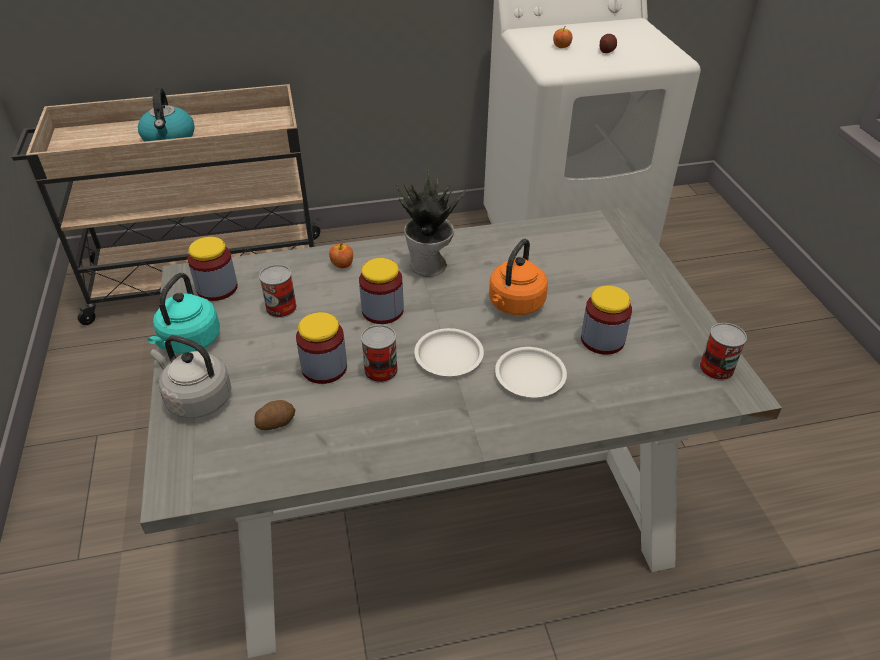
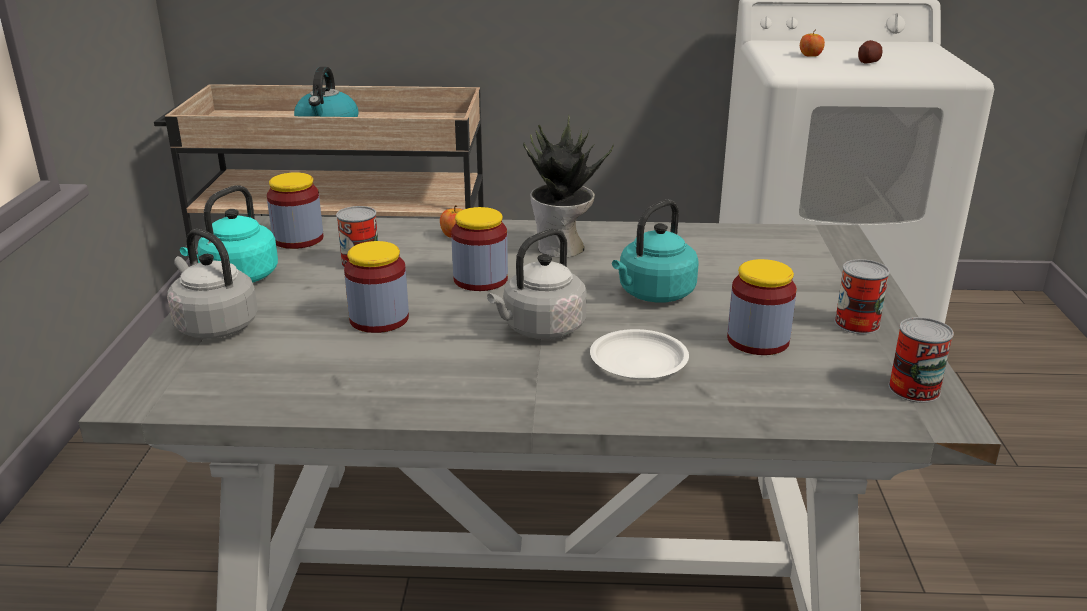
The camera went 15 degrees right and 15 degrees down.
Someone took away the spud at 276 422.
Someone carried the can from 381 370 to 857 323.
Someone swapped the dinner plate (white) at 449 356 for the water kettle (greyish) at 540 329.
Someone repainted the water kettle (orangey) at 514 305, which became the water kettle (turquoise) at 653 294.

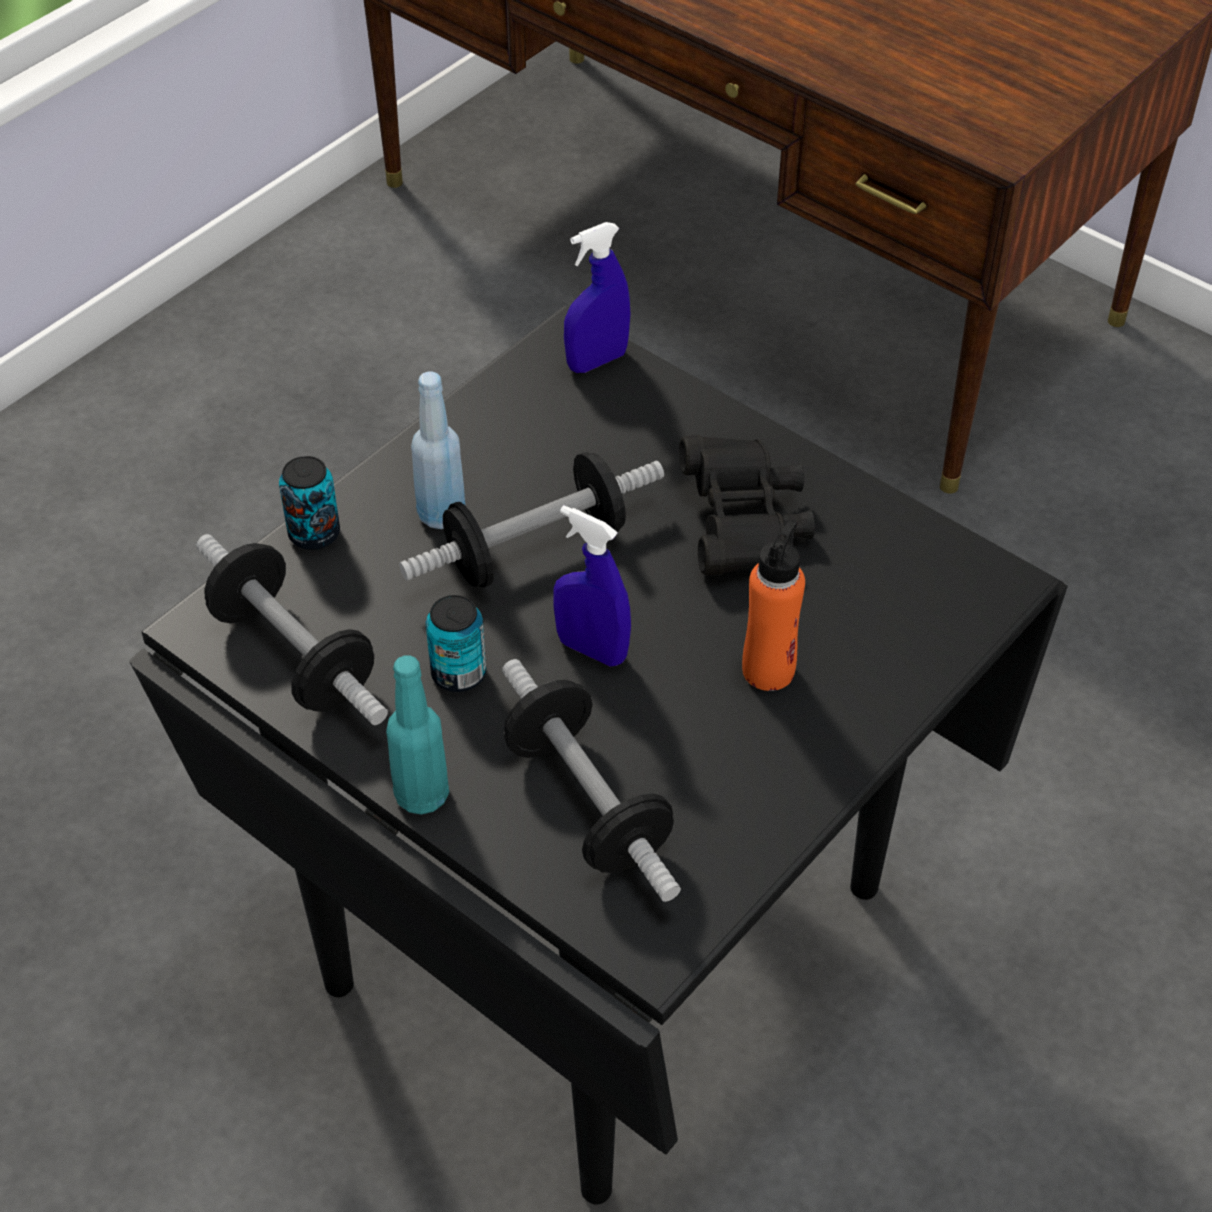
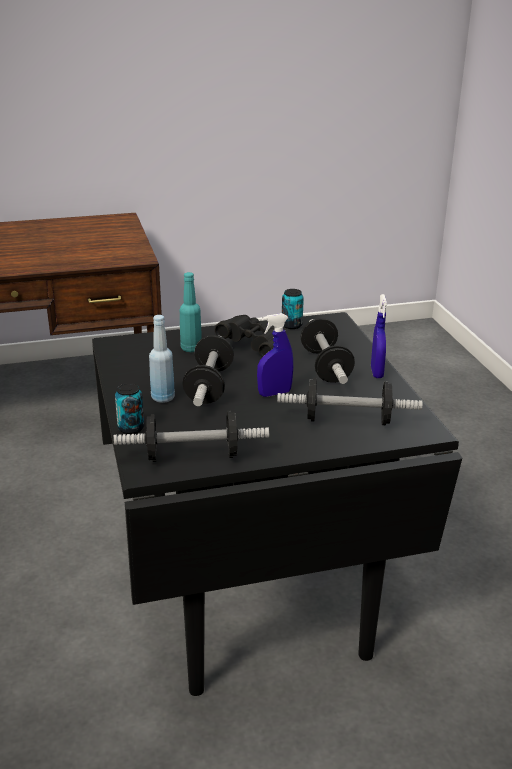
The camera went 55 degrees left and 20 degrees down.
Someone carried the drink bottle (turquoise) from 421 795 to 191 348.
Someone carried the can from 458 674 to 291 325.
Someone carried the hand sprayer (blue) from 597 361 to 376 372.
Someone swapped the drink bottle (orangey) at 768 670 for the hand weight at 325 366.

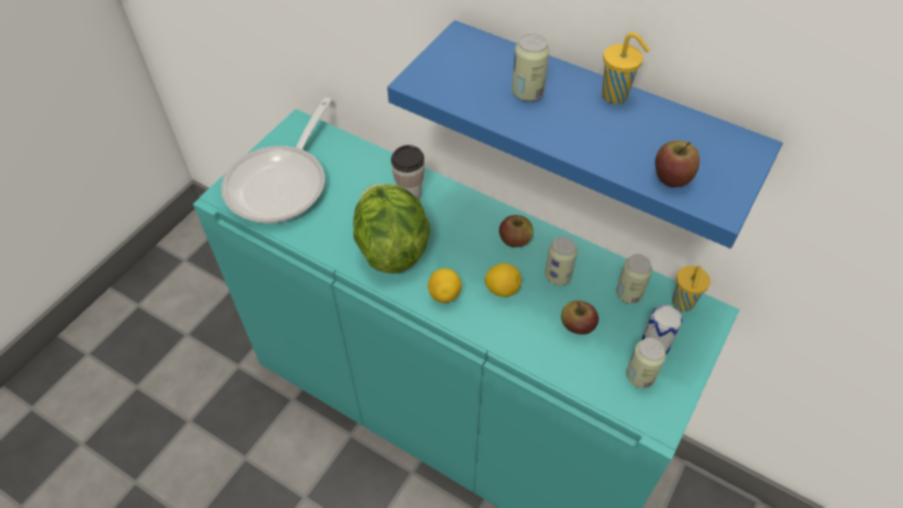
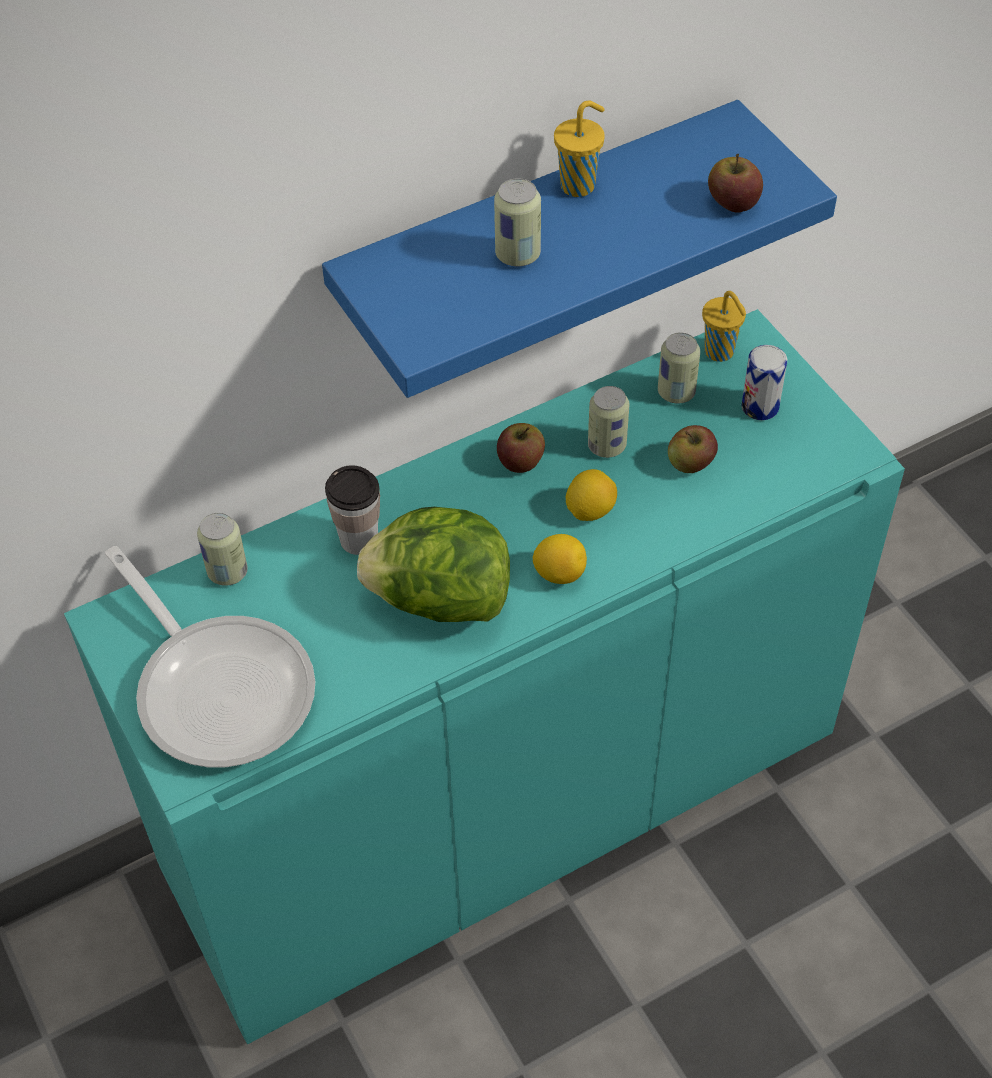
The camera went 60 degrees left and 0 degrees up.
Someone carried the can from 640 376 to 227 572.

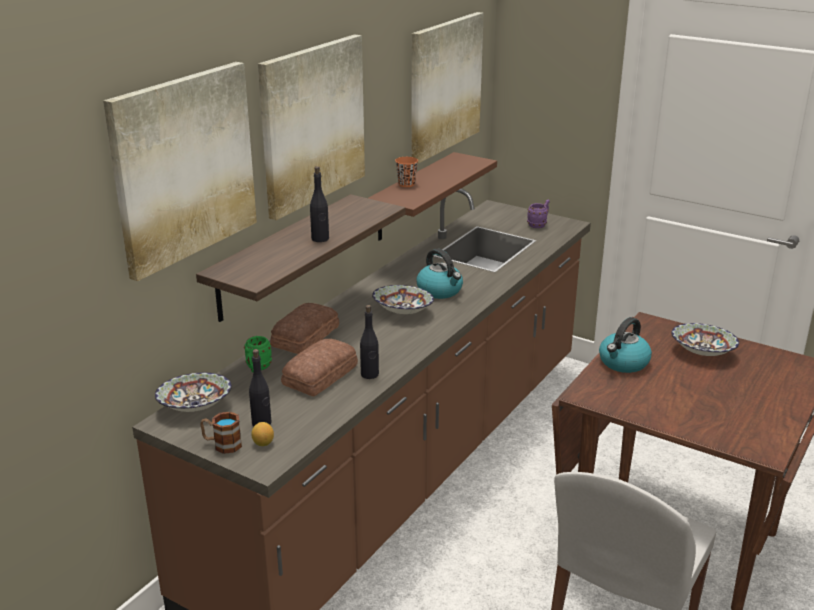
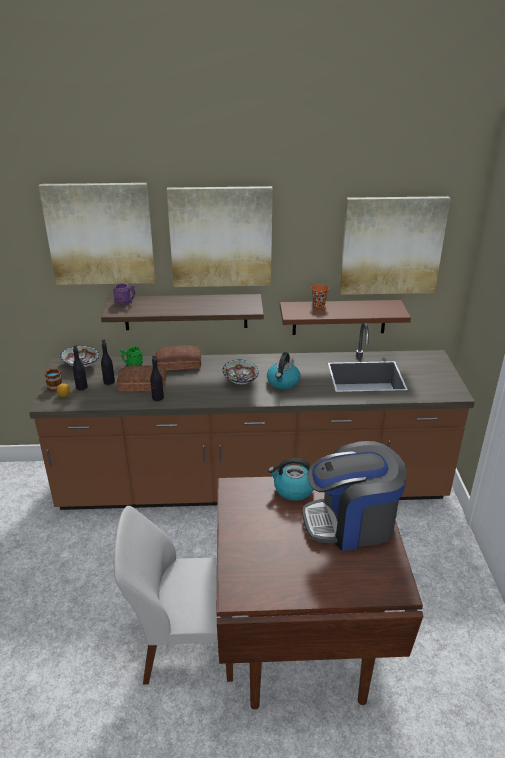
The camera went 55 degrees right and 5 degrees up.
Someone carried the drink bottle (black-coloured) from 320 239 to 109 382.
Someone carried the coffee mug (purple-coloured) from 539 225 to 126 302.
Someone swapped the bowl at 702 352 for the coffee machine at 351 523.

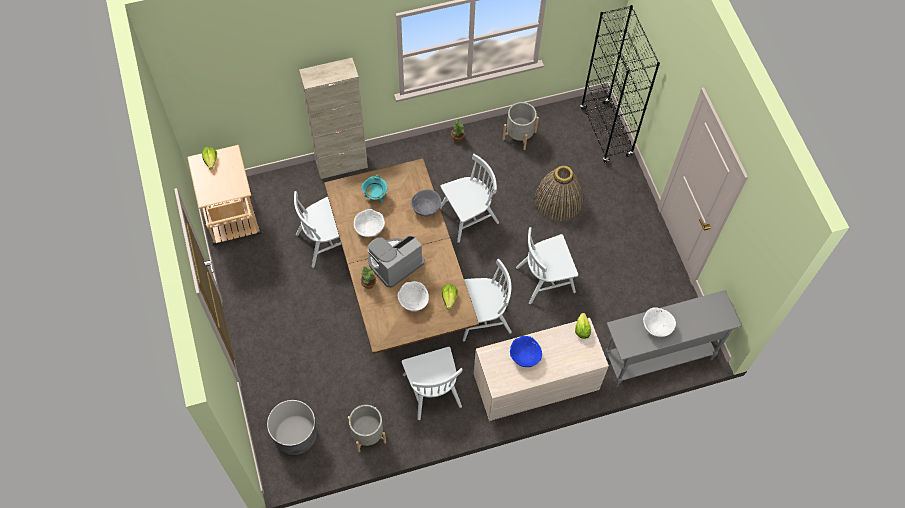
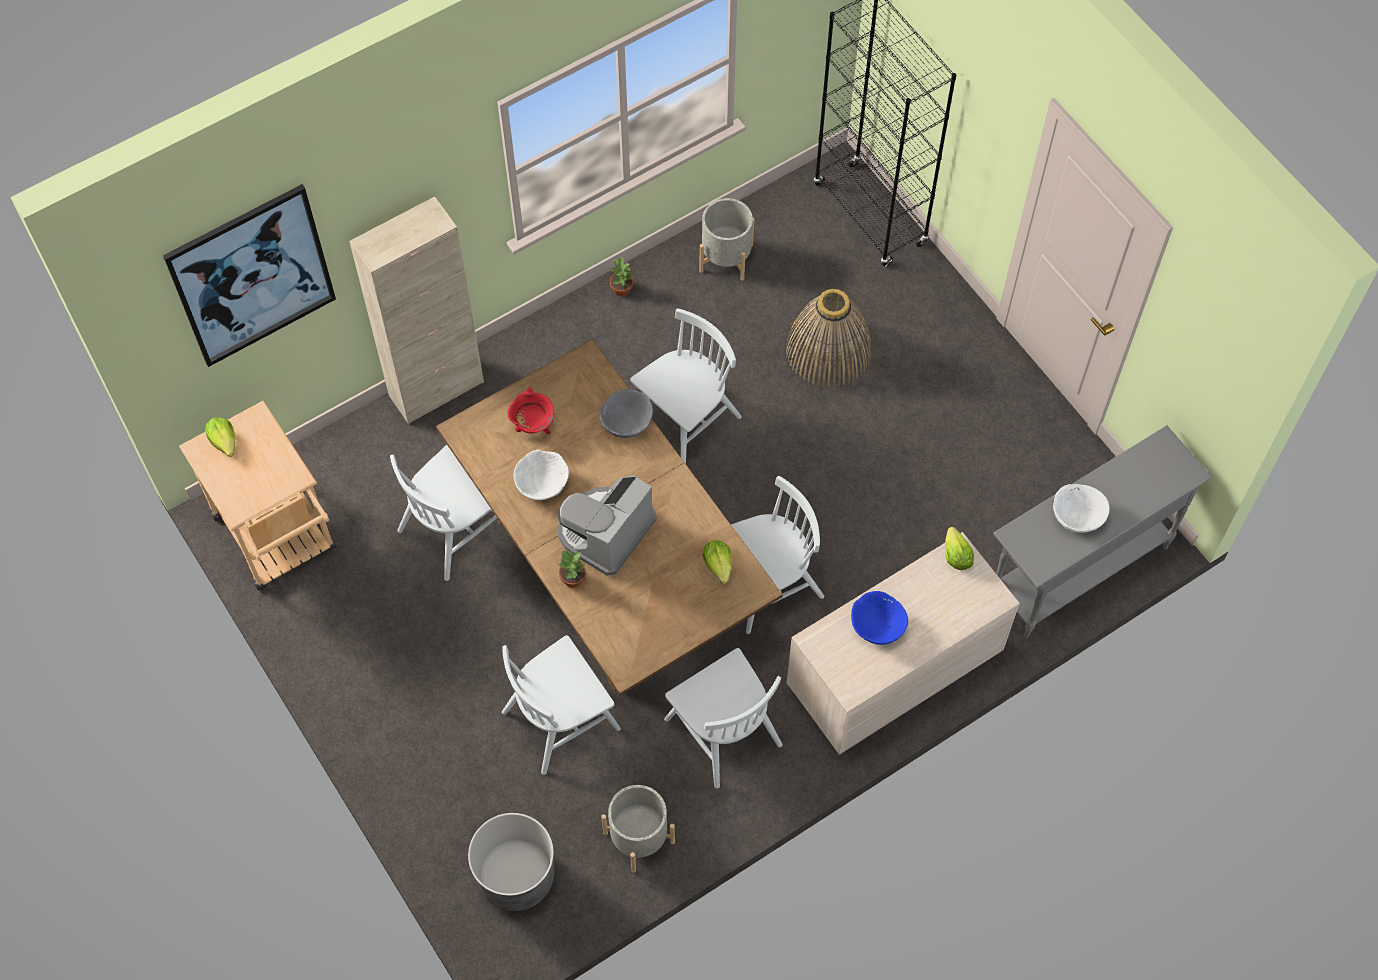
The camera went 15 degrees left and 0 degrees up.
Someone took away the bowl (white) at 413 301.
Someone put up the wall picture at 252 276.
Someone carried the plain chair (white) from 545 279 to 561 719.
Someone repainted the cooking pot (turquoise) at 375 196, which became the cooking pot (red) at 533 426.

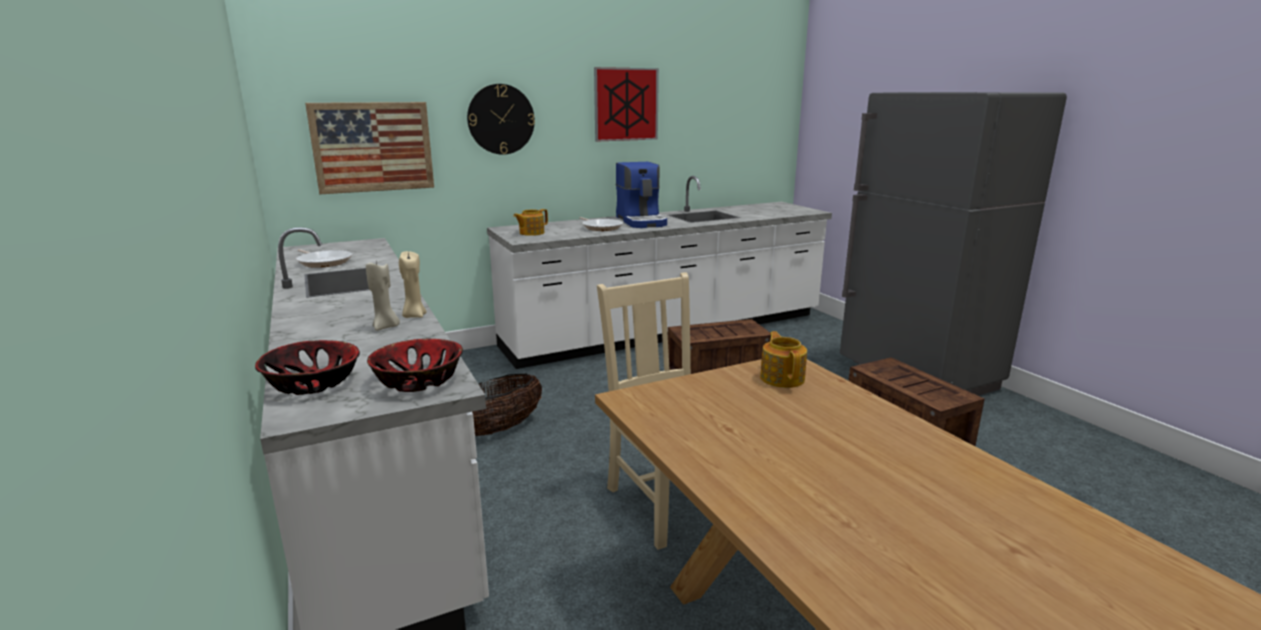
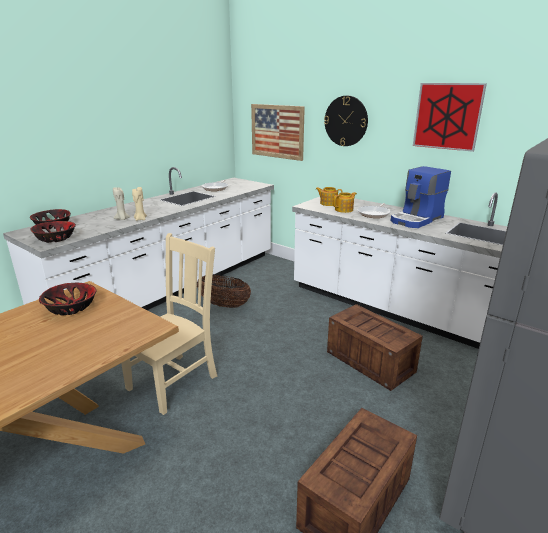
The camera went 65 degrees right and 5 degrees up.
Someone put down the bowl at 71 307.
Someone carried the teapot from 782 378 to 344 210.

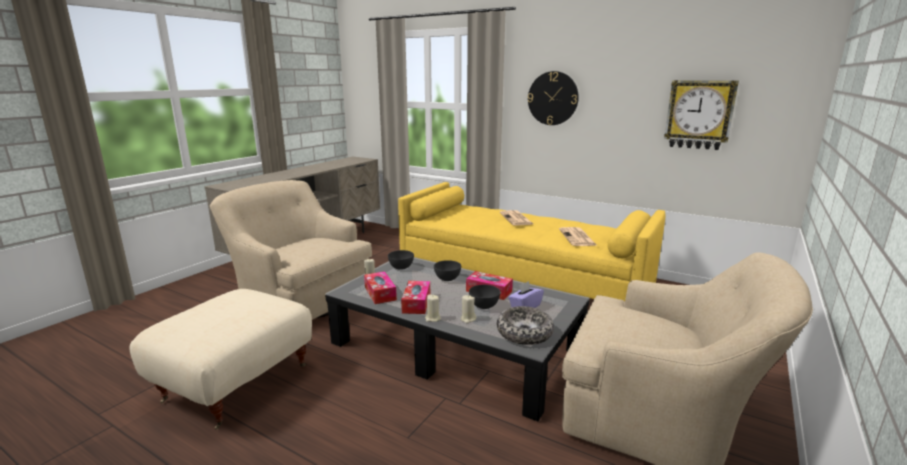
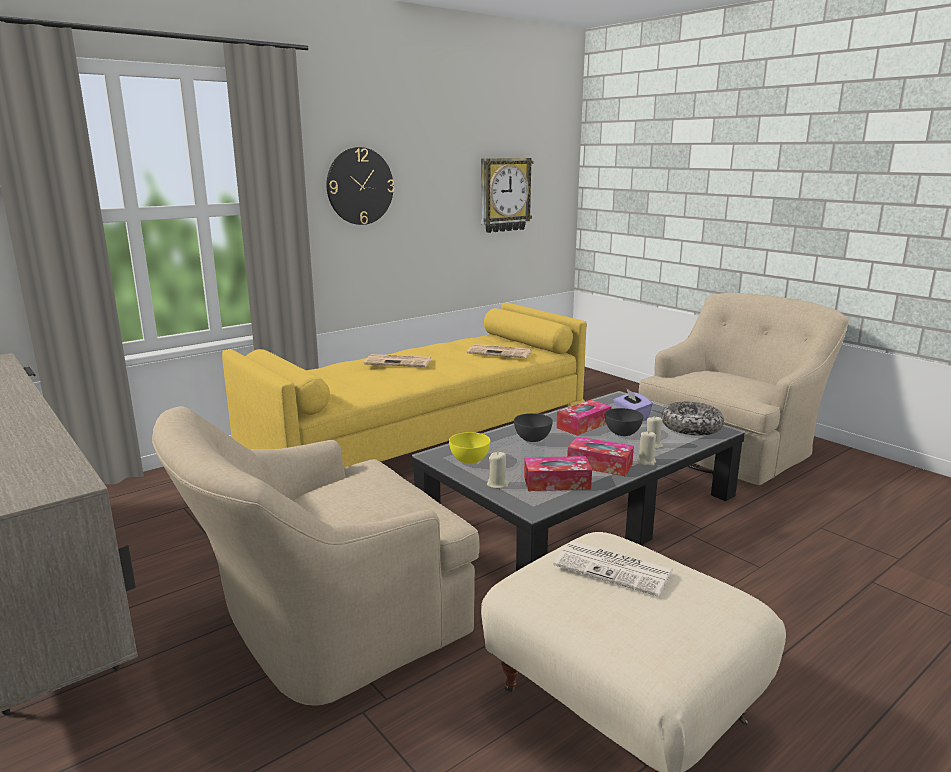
The camera went 70 degrees left and 0 degrees up.
Someone put down the newspaper at 615 568.
Someone repainted the bowl (greyish) at 401 267, which became the bowl (yellow) at 469 460.

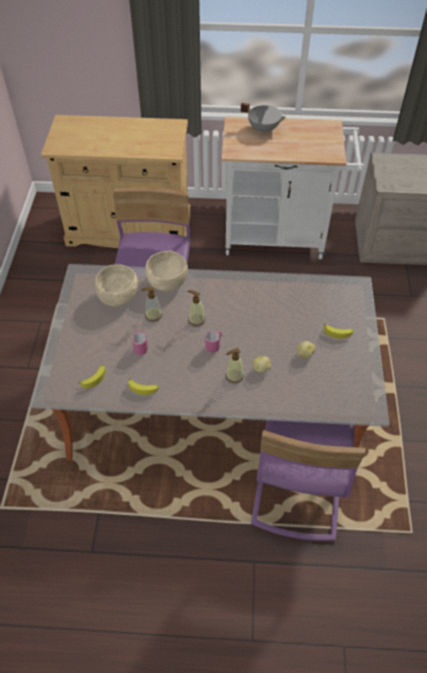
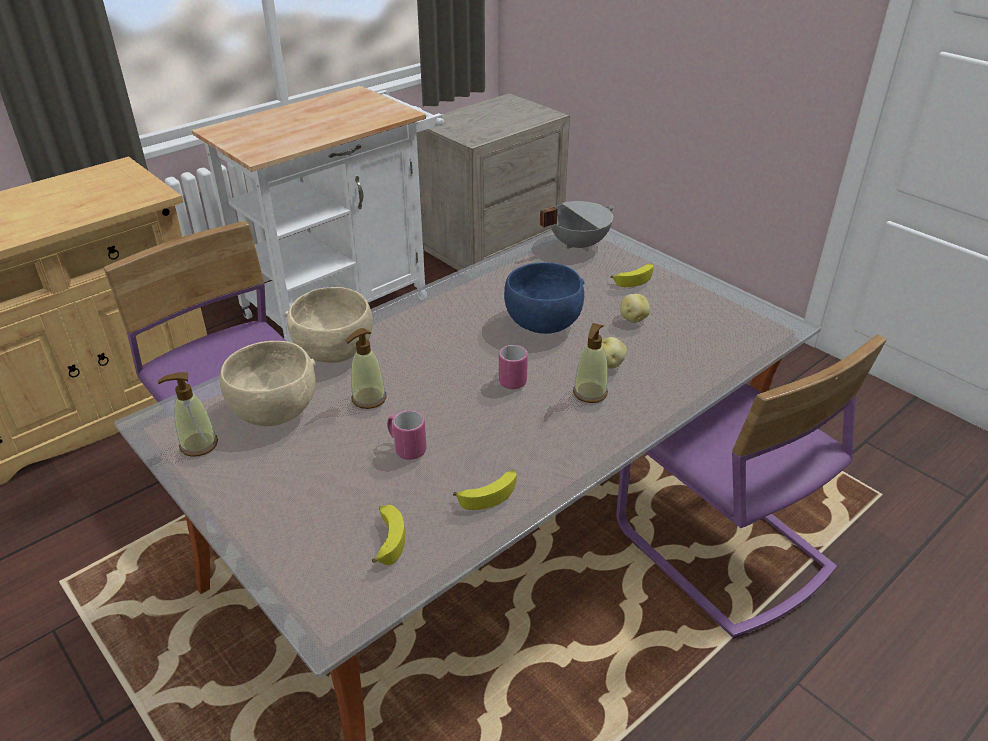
The camera went 45 degrees left and 15 degrees down.
Someone put down the bowl (blue) at 543 323.
Someone carried the soap bottle from 196 319 to 198 445.
Someone carried the cooking pot (greyish) from 263 129 to 577 244.

